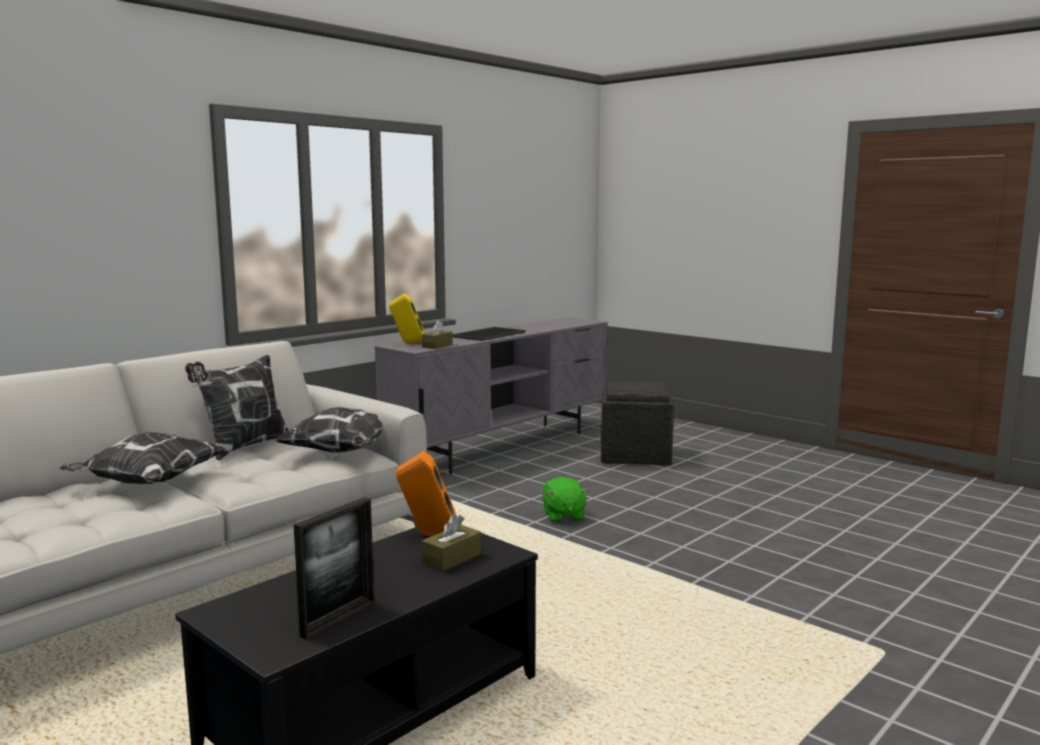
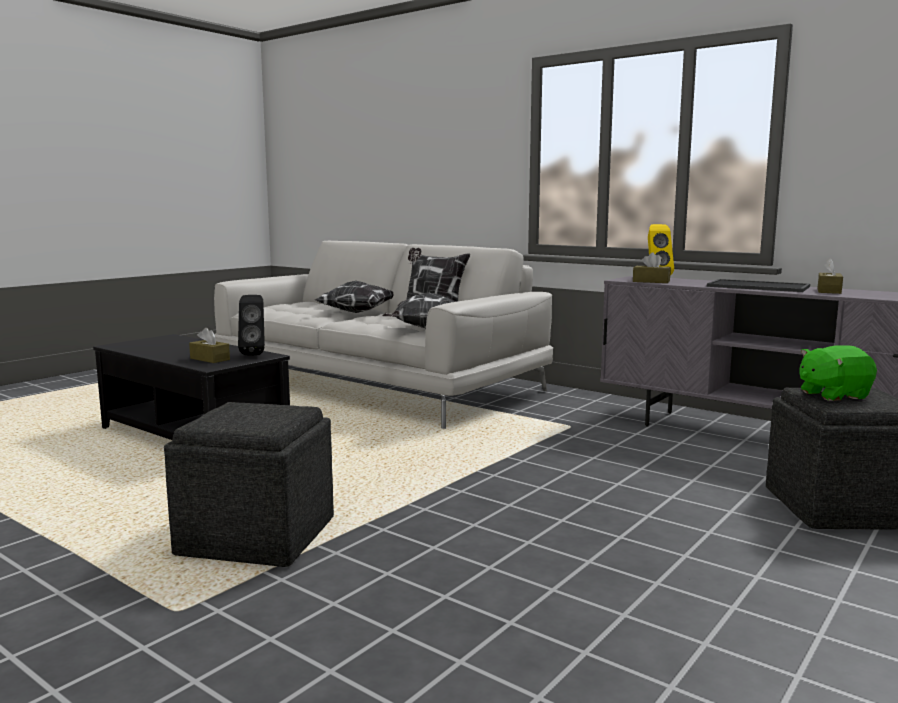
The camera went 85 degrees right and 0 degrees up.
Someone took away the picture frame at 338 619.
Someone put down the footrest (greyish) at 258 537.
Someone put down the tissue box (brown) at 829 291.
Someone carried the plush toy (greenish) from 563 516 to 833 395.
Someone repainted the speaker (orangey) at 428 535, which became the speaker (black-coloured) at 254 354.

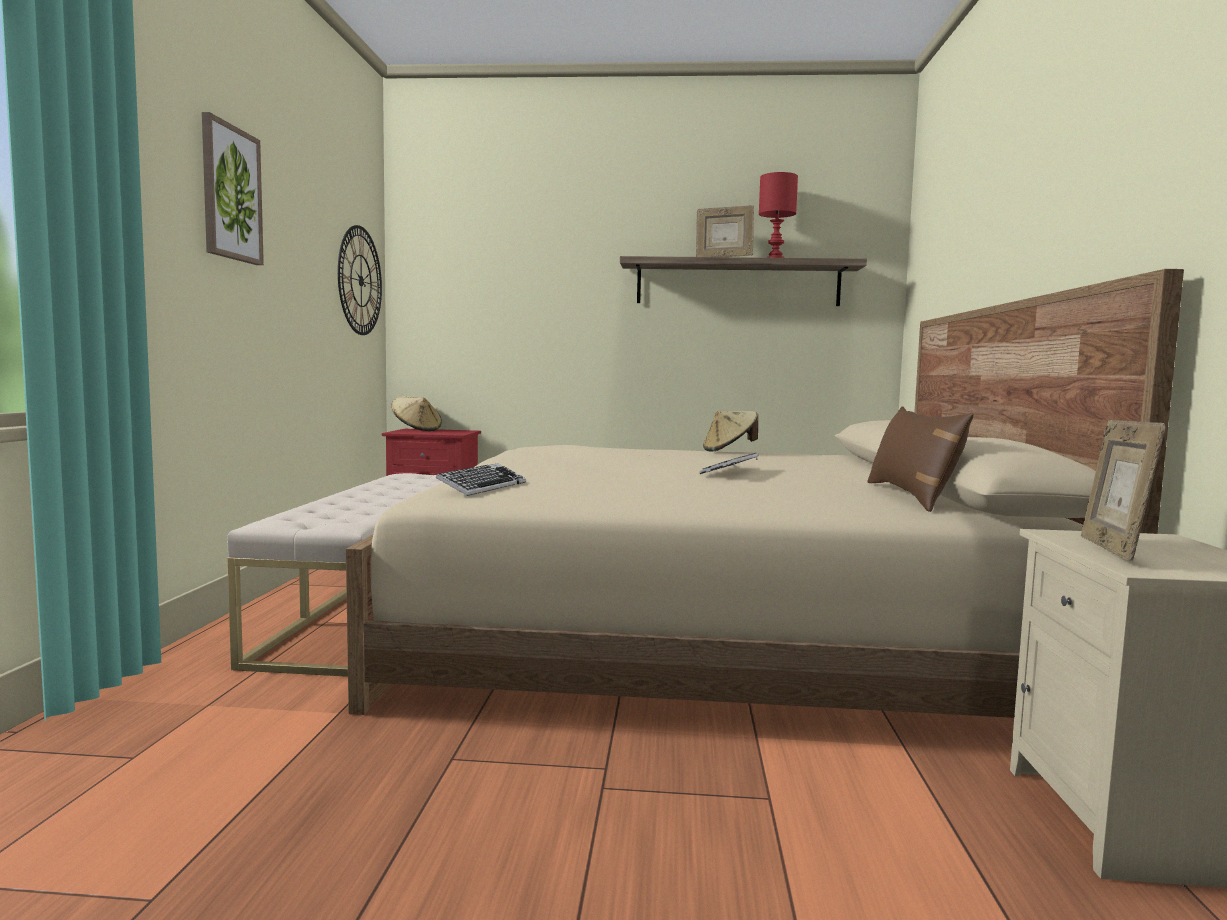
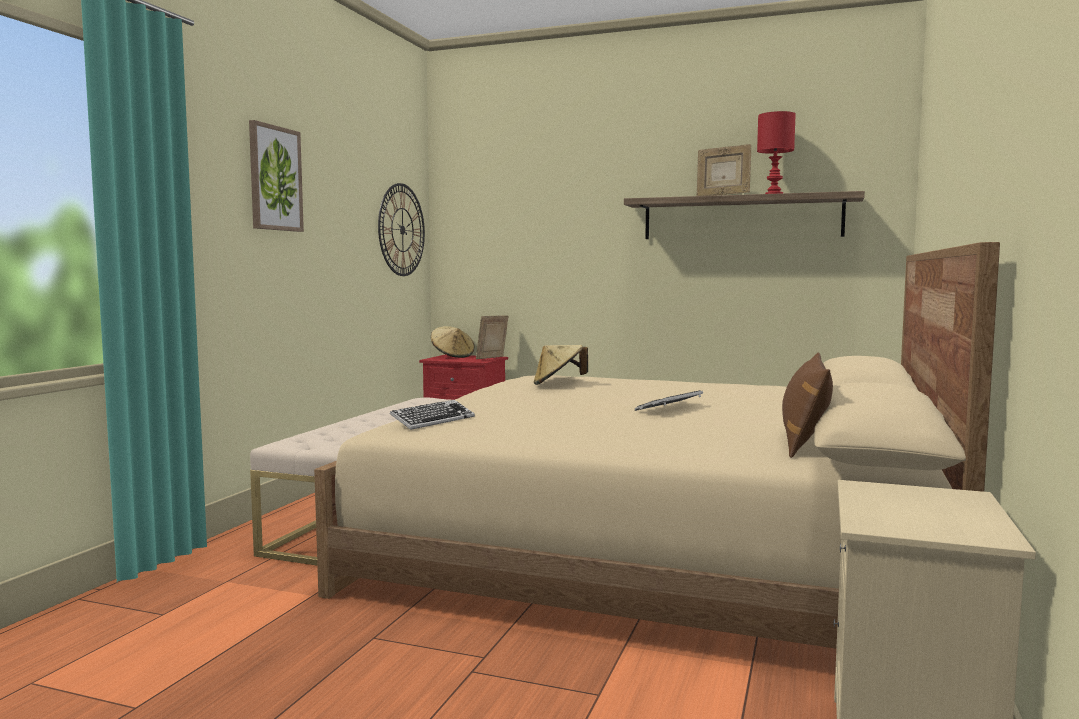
The camera went 15 degrees right and 0 degrees up.
Someone carried the hat (sand-coloured) from 729 450 to 558 384.
Someone carried the picture frame from 1112 550 to 492 358.

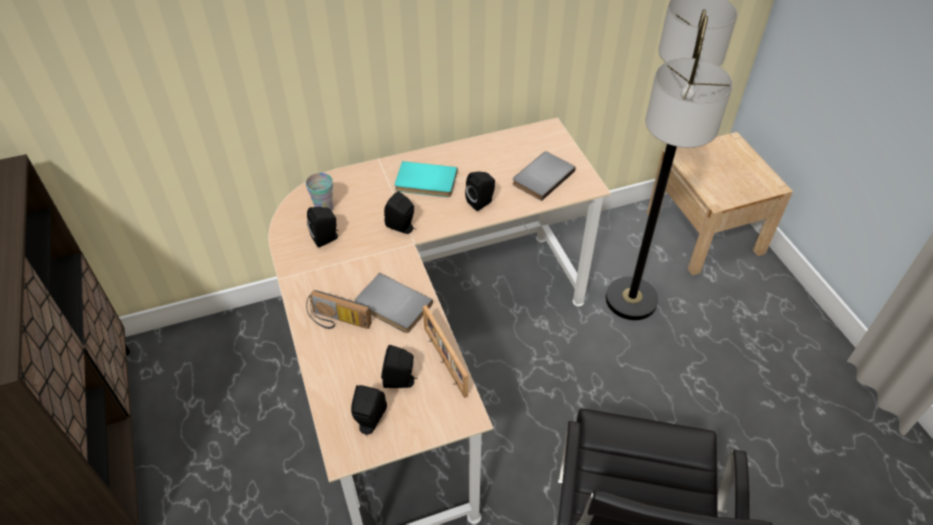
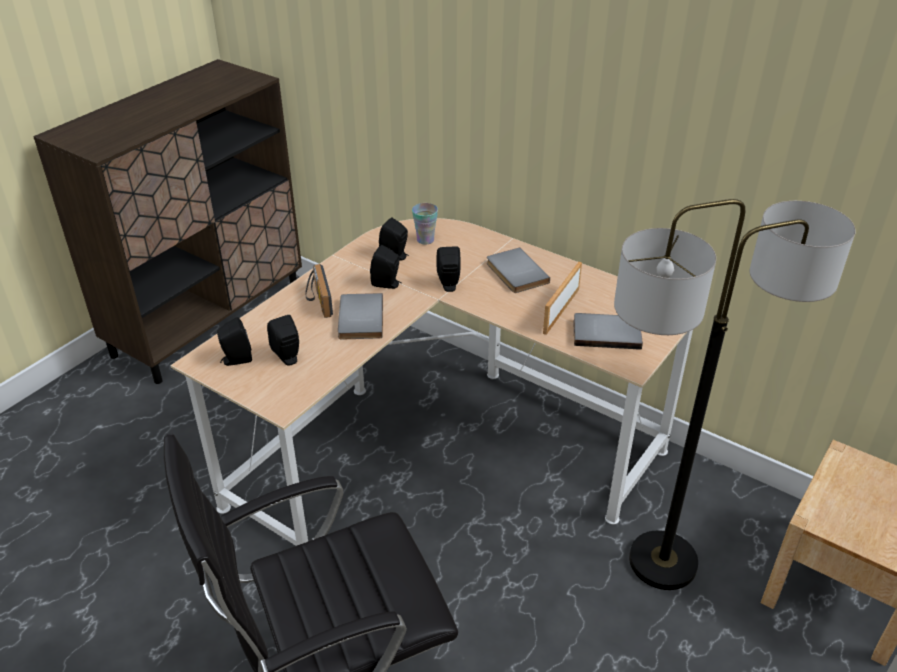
The camera went 55 degrees right and 10 degrees down.
Someone carried the picture frame from 444 362 to 560 310.
Someone carried the speaker (black-coloured) from 481 202 to 387 284.
Someone repainted the book (turquoise) at 425 183, which became the book (greyish) at 515 273.

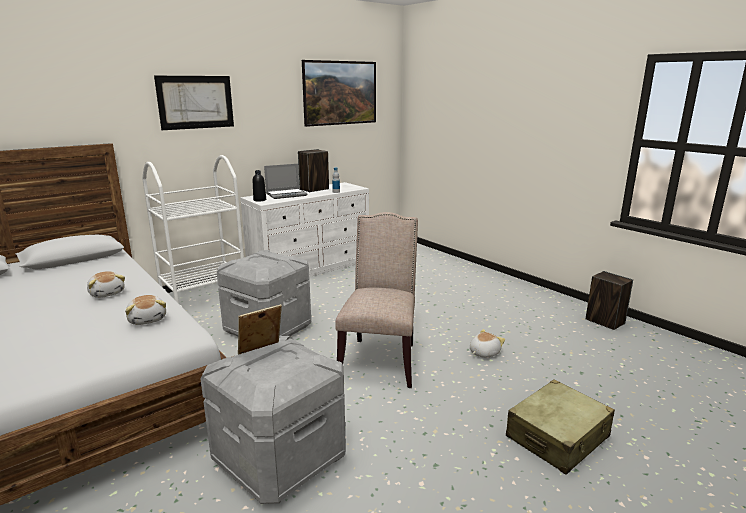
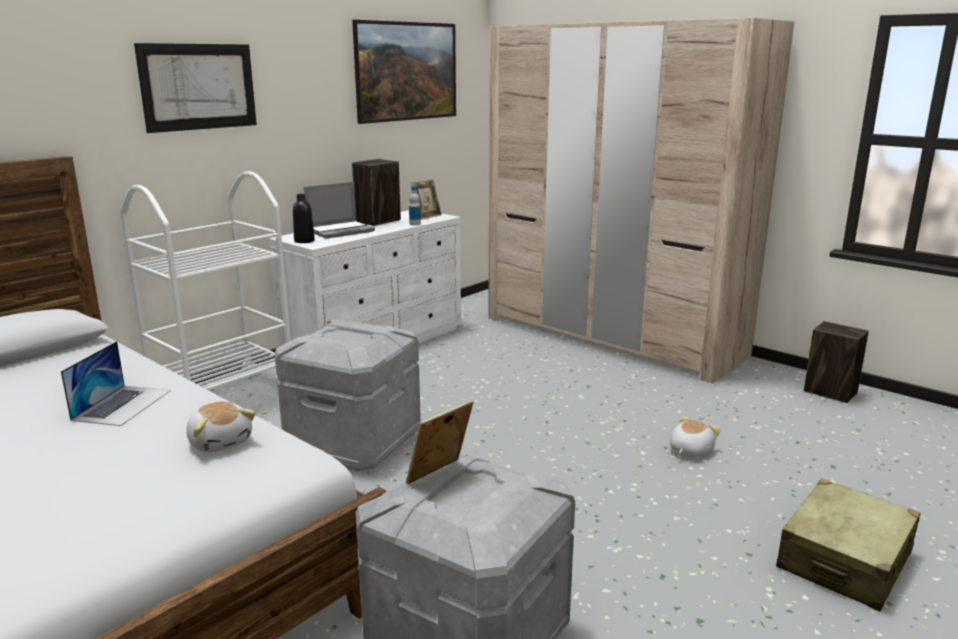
The camera went 10 degrees left and 0 degrees up.
Someone took away the plain chair (sand-coloured) at 380 359.
Someone put down the picture frame at 427 217.
Someone put down the armoire (sand-coloured) at 611 336.
Someone swapped the plush toy at 107 293 for the laptop at 122 405.

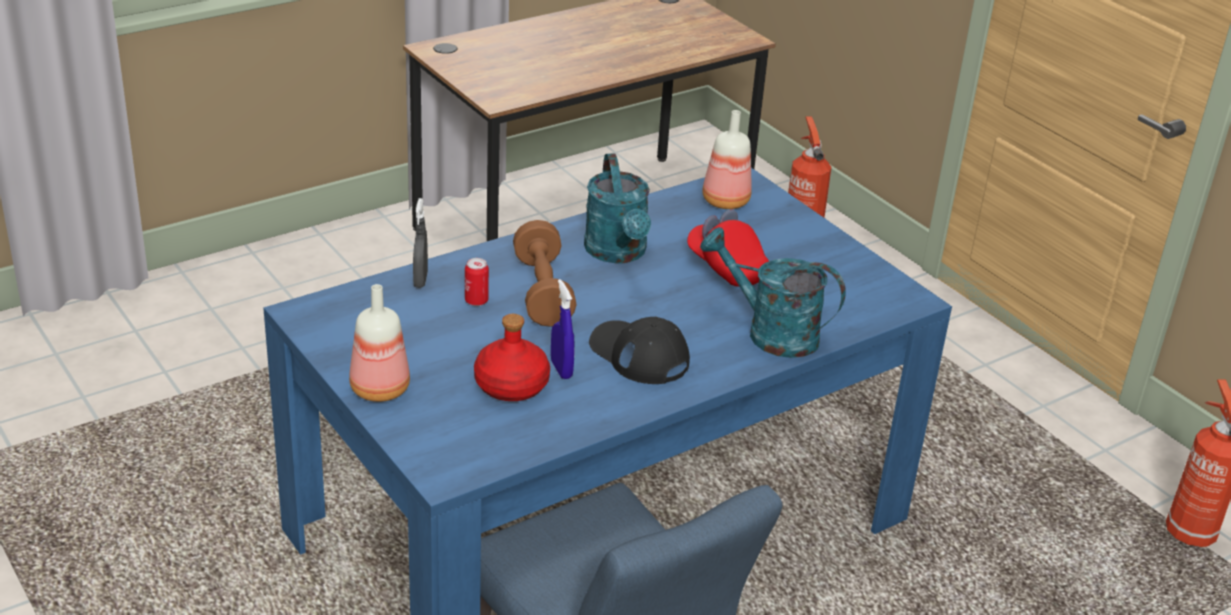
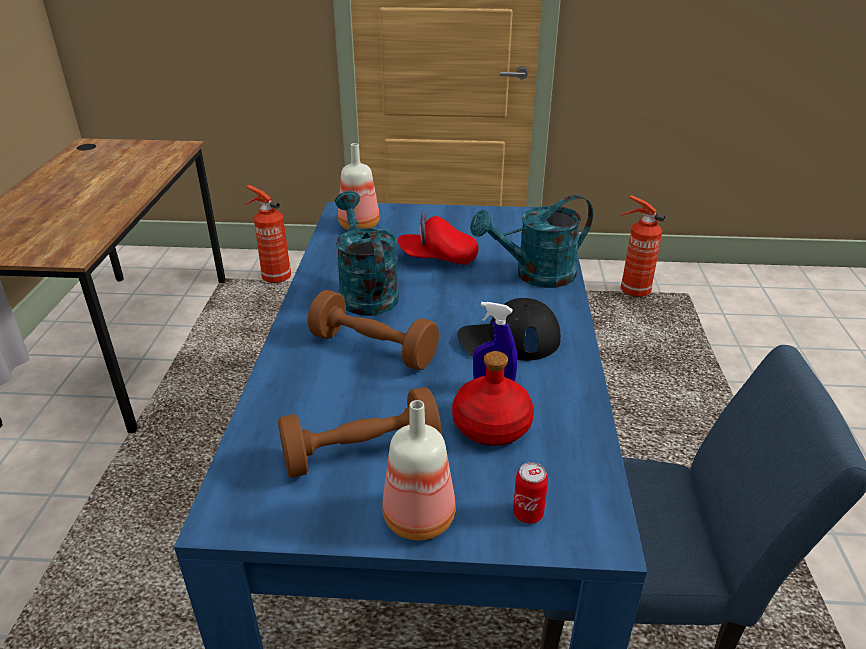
The camera went 50 degrees left and 0 degrees up.
Someone took away the hand sprayer (greyish) at 420 280.
Someone put down the hand weight (brown) at 361 452.
Someone carried the can from 476 301 to 528 514.
Someone rotated the watering pot (turquoise) at 618 253 by 135 degrees counterclockwise.

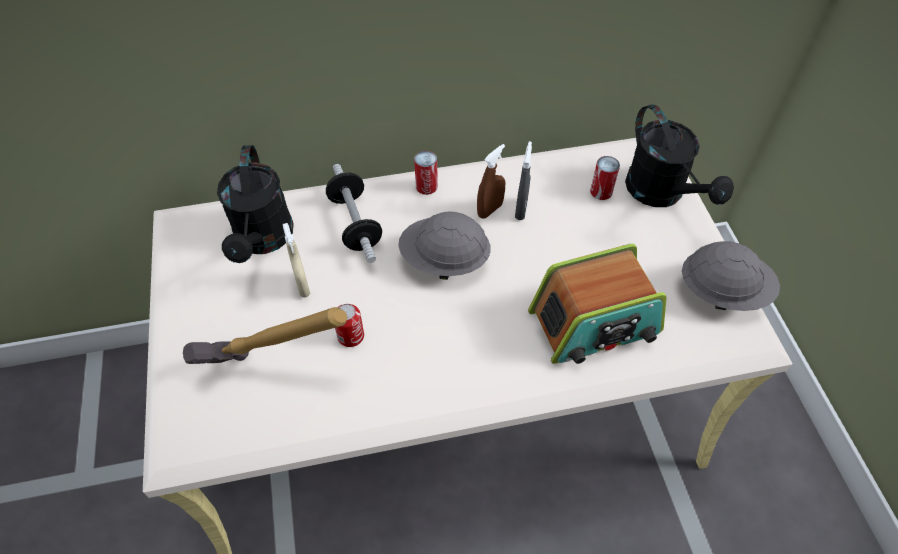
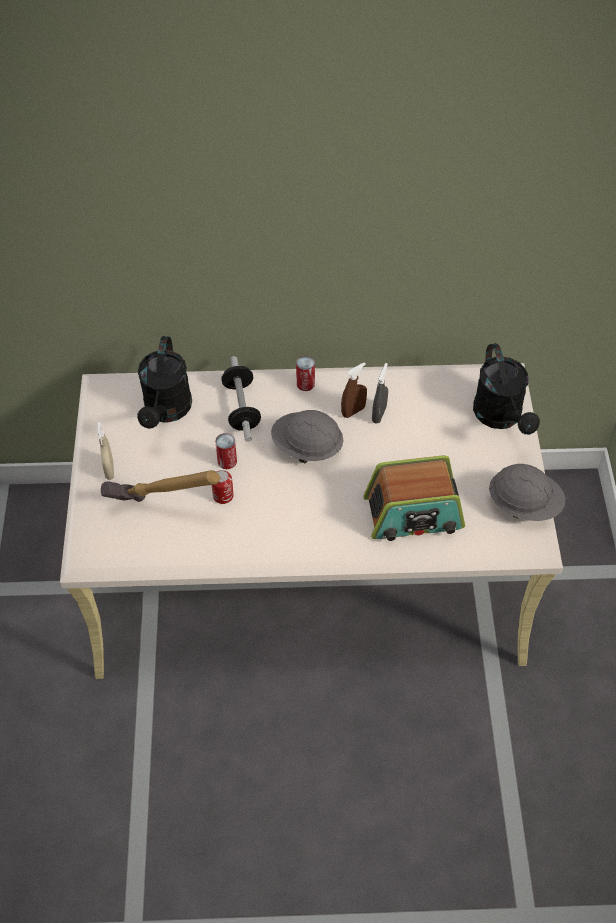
The camera went 10 degrees right and 0 degrees up.
Someone carried the hand sprayer (sand-coloured) from 302 285 to 109 470.
Someone carried the can from 601 191 to 227 461.

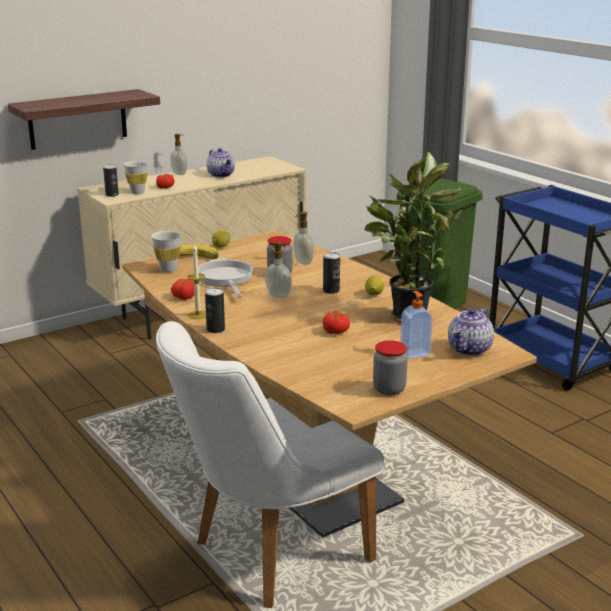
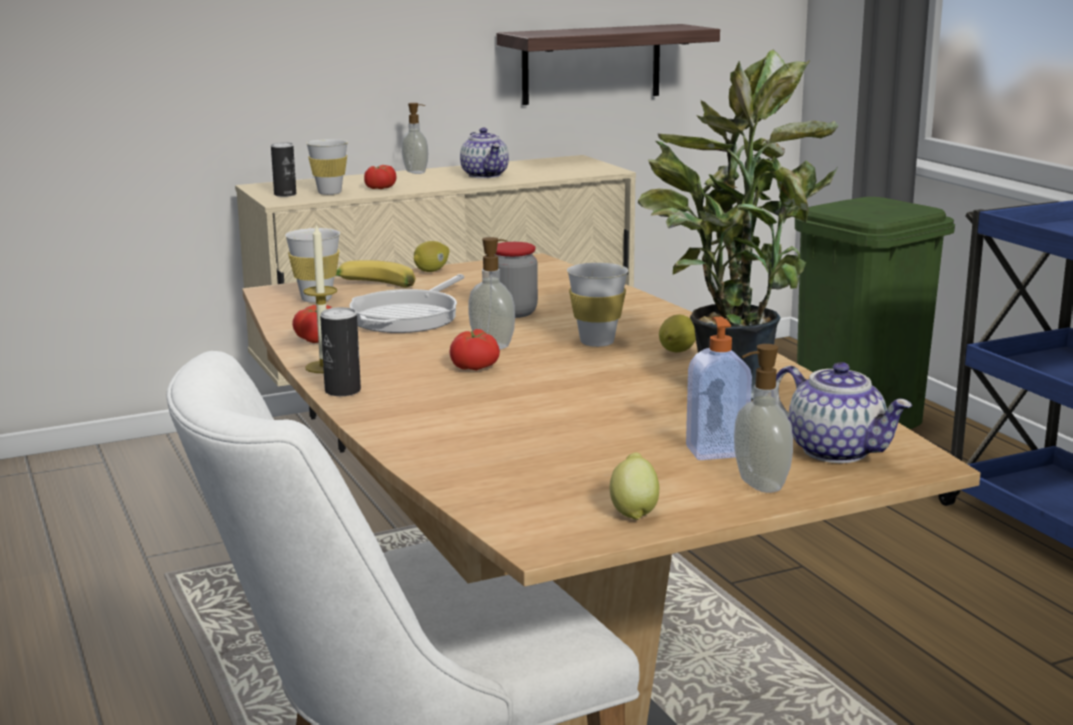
The camera went 10 degrees right and 5 degrees down.
Someone carried the bracket shelf from 77 119 to 591 64.
Someone carried the soap bottle from 302 262 to 758 485.
Someone carried the fresh tomato from 336 331 to 475 367.
Someone swapped the can at 331 291 for the cup (white) at 597 342.
Someone swapped the jar at 389 389 for the whole lemon at 634 511.
Someone rotated the pan at 225 279 by 150 degrees counterclockwise.
Someone rotated the teapot at 470 349 by 90 degrees counterclockwise.

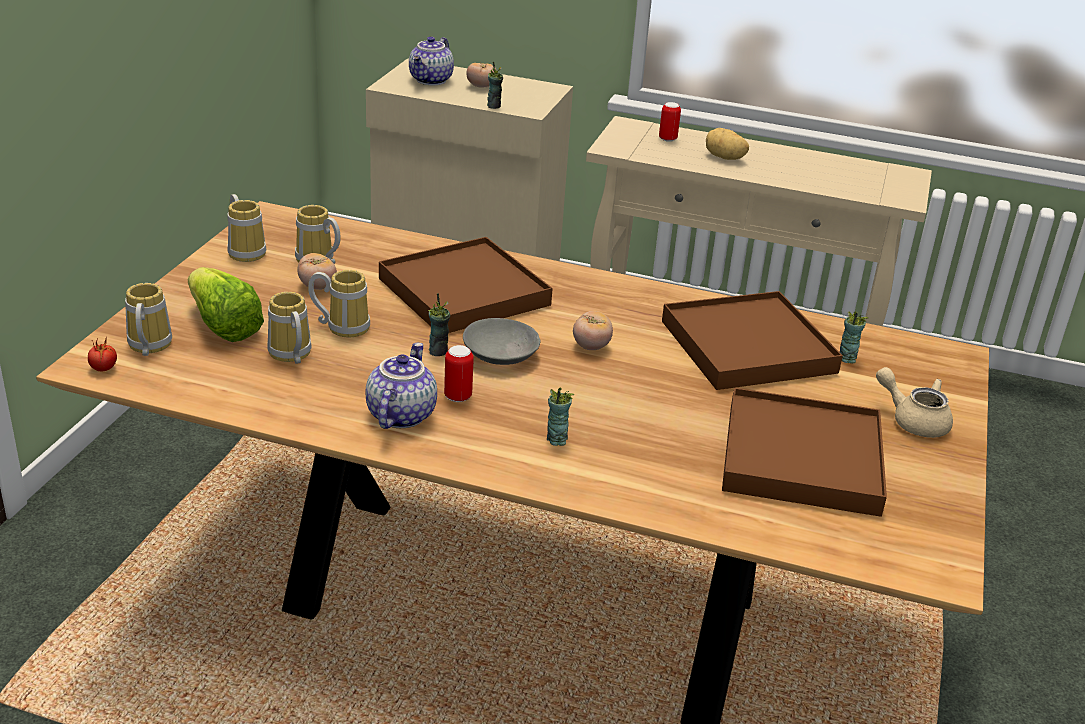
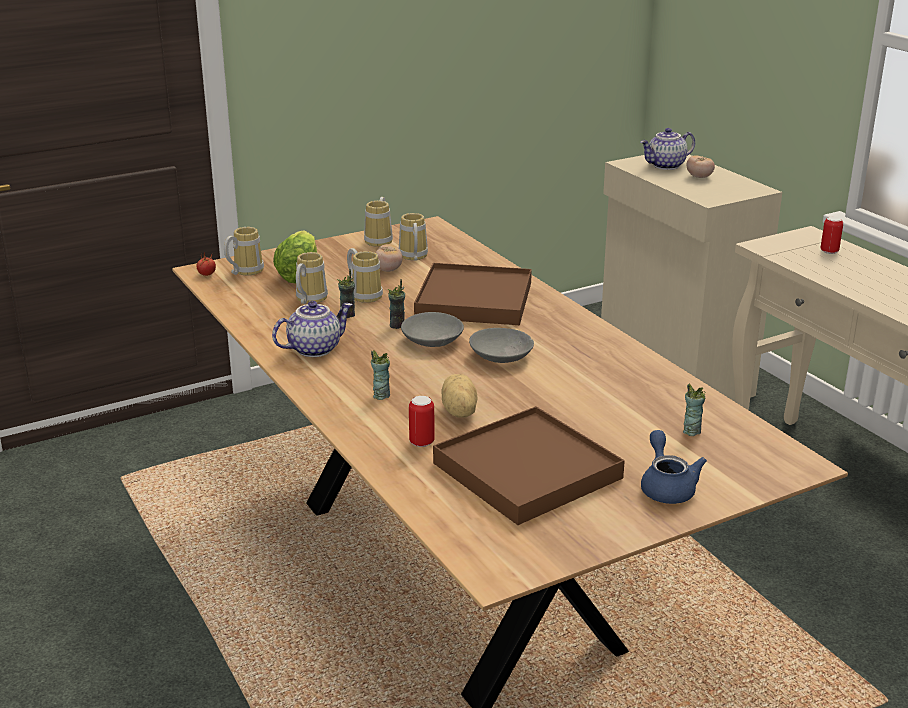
The camera went 45 degrees right and 5 degrees down.
Someone took away the serving tray (brown) at 747 347.
Someone carried the can from 458 396 to 422 442.
Someone carried the cup from 494 106 to 348 315.
Someone carried the spud from 724 158 to 458 412.
Someone swapped the fresh tomato at 591 346 for the bowl (greyish) at 502 356.
Someone repainted the teapot (sand-coloured) at 913 420, which became the teapot (blue) at 667 487.

